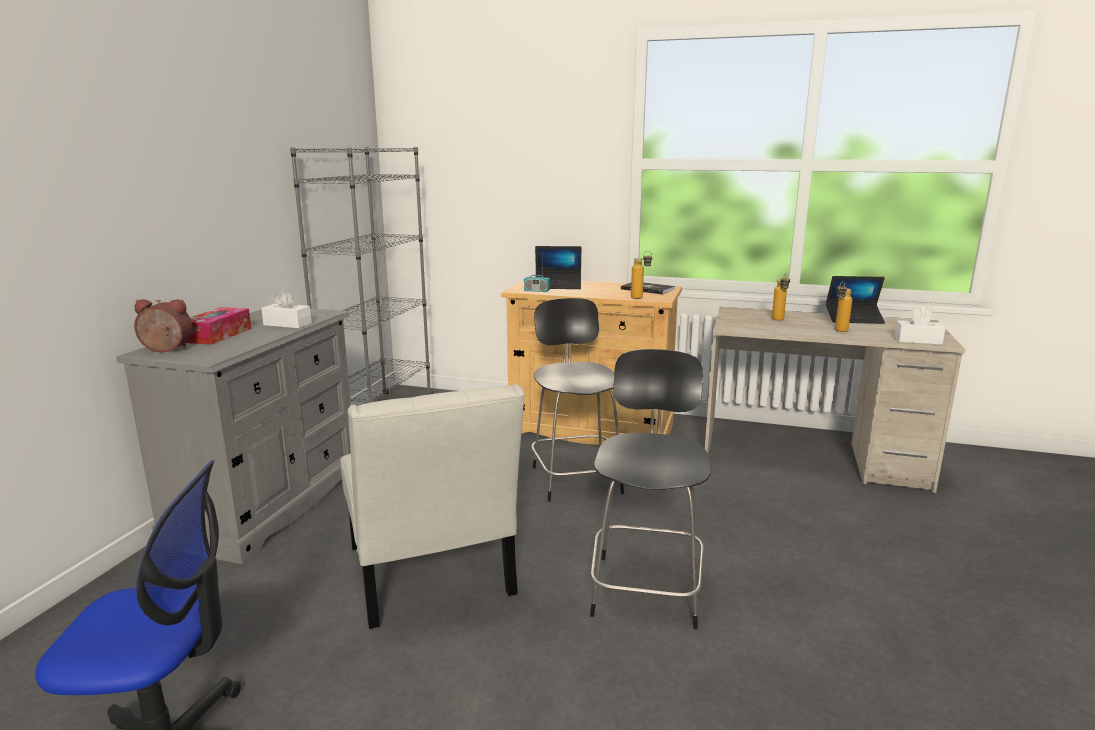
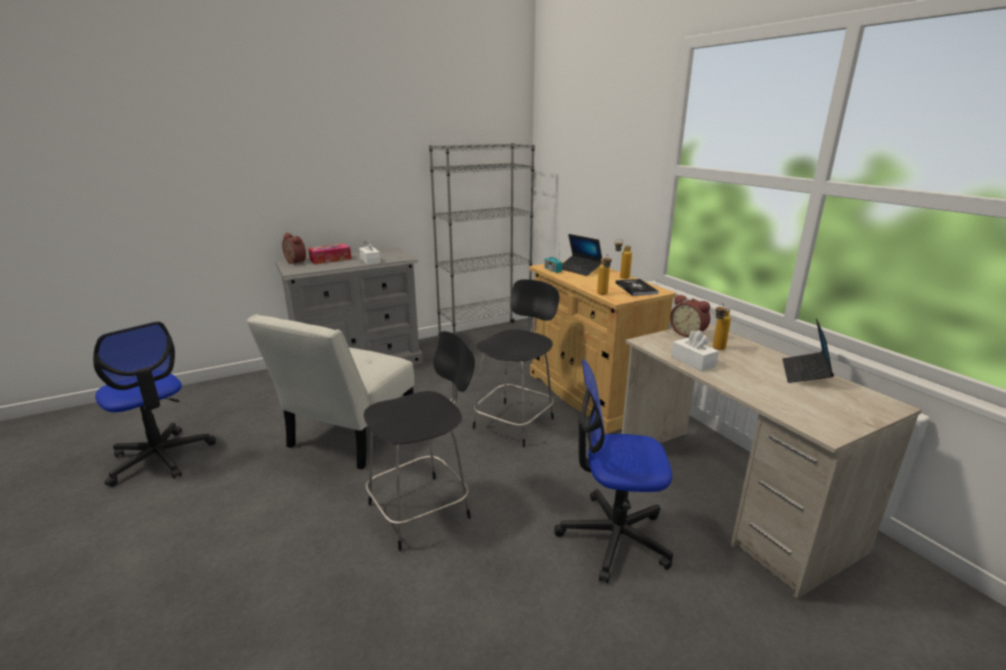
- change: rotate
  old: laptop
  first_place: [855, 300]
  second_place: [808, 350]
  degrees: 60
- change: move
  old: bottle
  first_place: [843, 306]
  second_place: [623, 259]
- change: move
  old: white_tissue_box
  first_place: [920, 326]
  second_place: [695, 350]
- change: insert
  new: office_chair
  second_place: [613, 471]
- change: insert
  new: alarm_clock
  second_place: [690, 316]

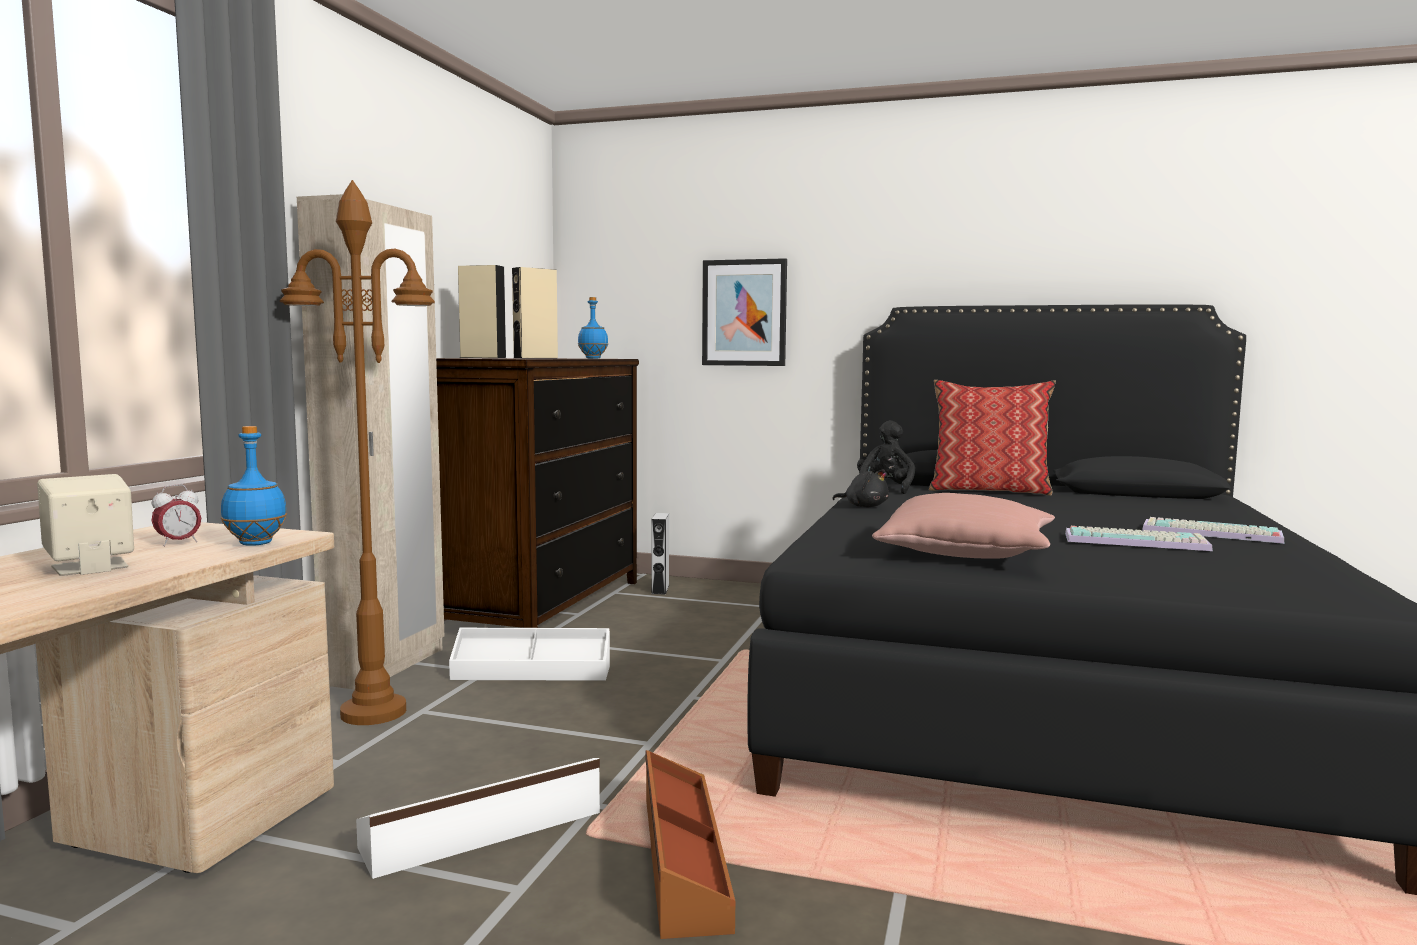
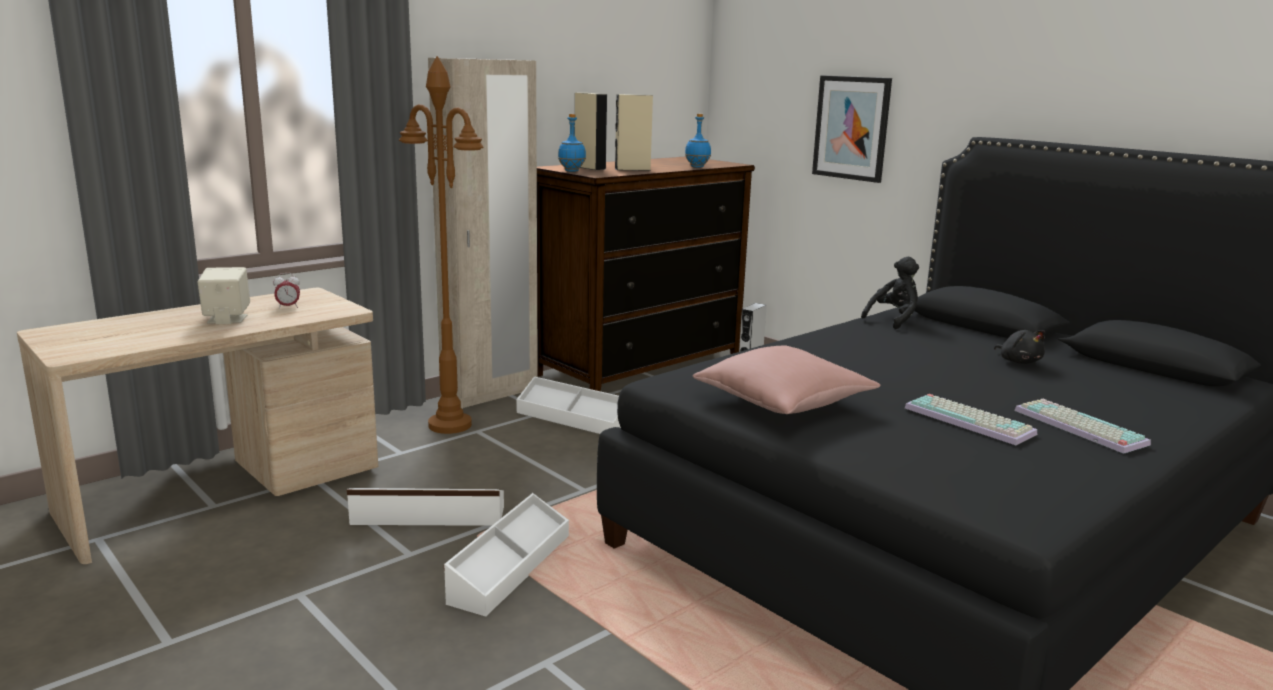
- change: move
  old: blue_bottle
  first_place: [254, 486]
  second_place: [572, 143]
- change: recolor
  old: brown_storage_box
  new: white_storage_box
  first_place: [690, 844]
  second_place: [506, 555]
- change: move
  old: black_plush_toy
  first_place: [860, 488]
  second_place: [1019, 347]
- change: delete
  old: pillow
  first_place: [992, 438]

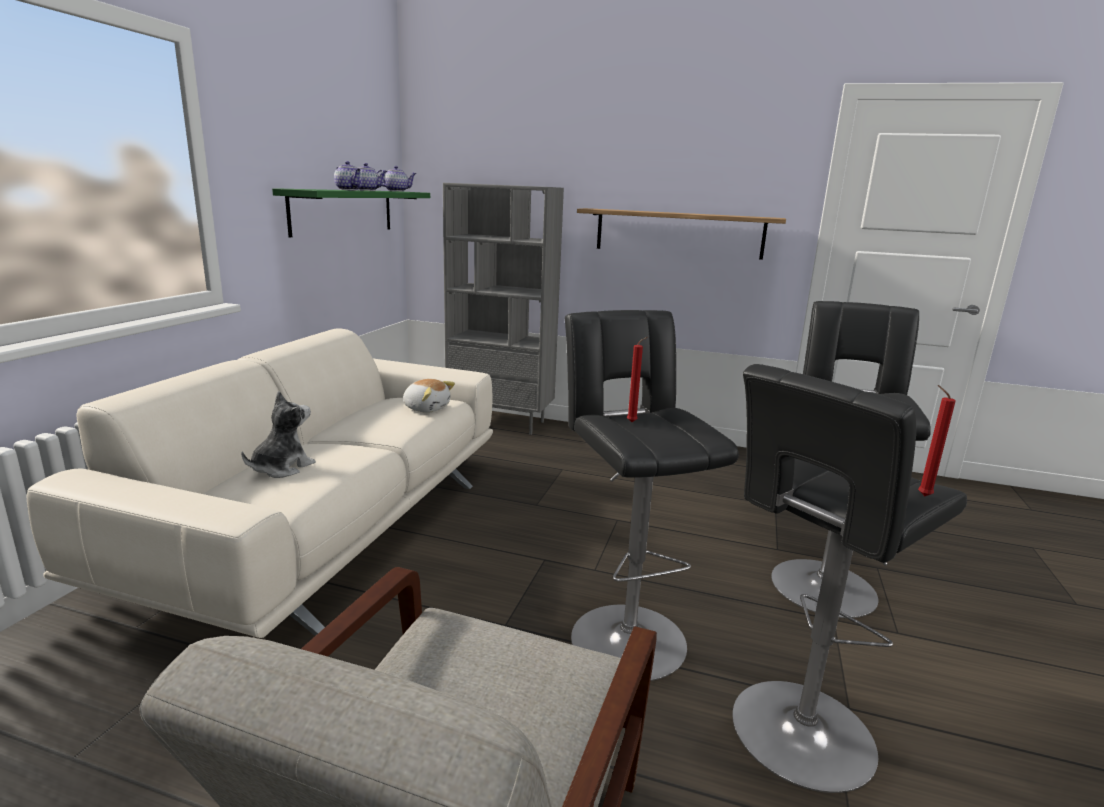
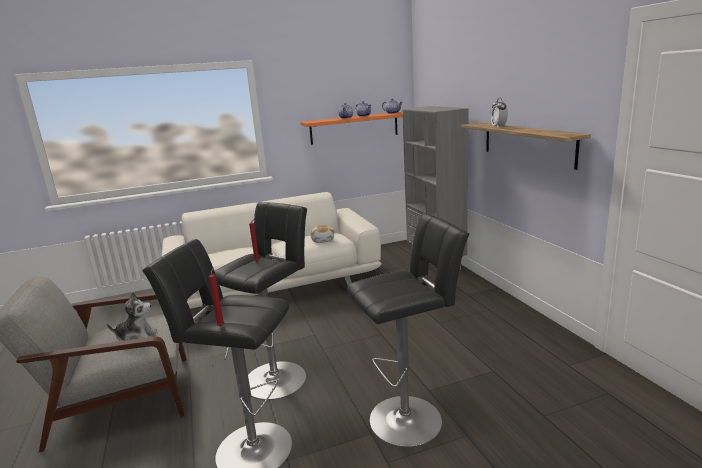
- change: move
  old: plush_toy
  first_place: [278, 434]
  second_place: [132, 316]
- change: recolor
  old: green_shelf
  new: orange_shelf
  first_place: [351, 212]
  second_place: [351, 128]
- change: insert
  new: alarm_clock
  second_place: [499, 113]

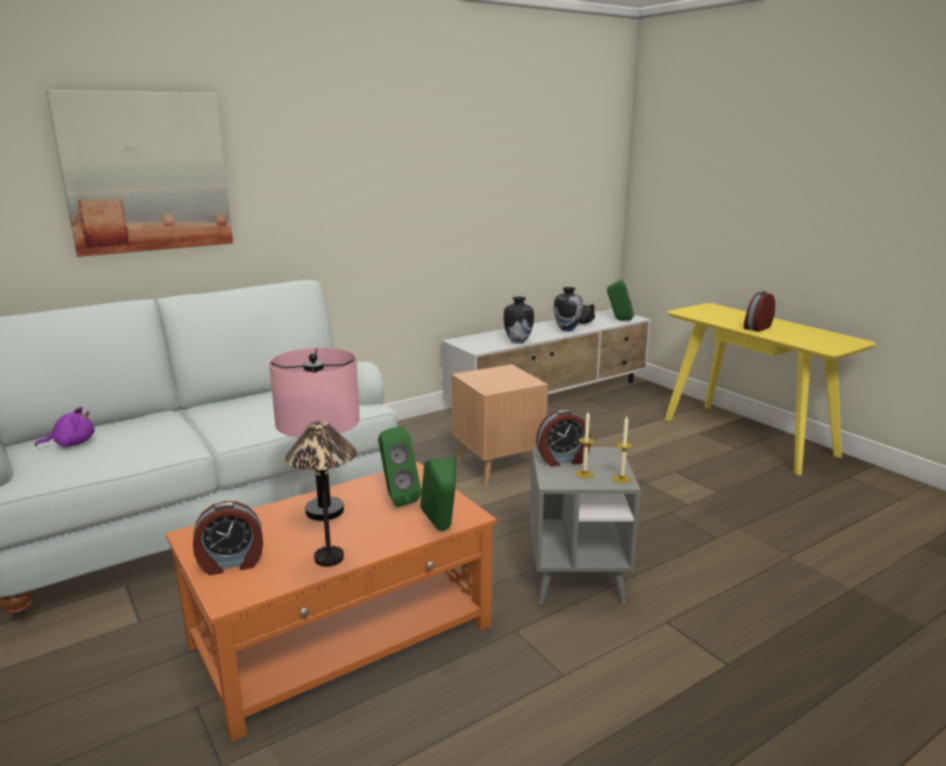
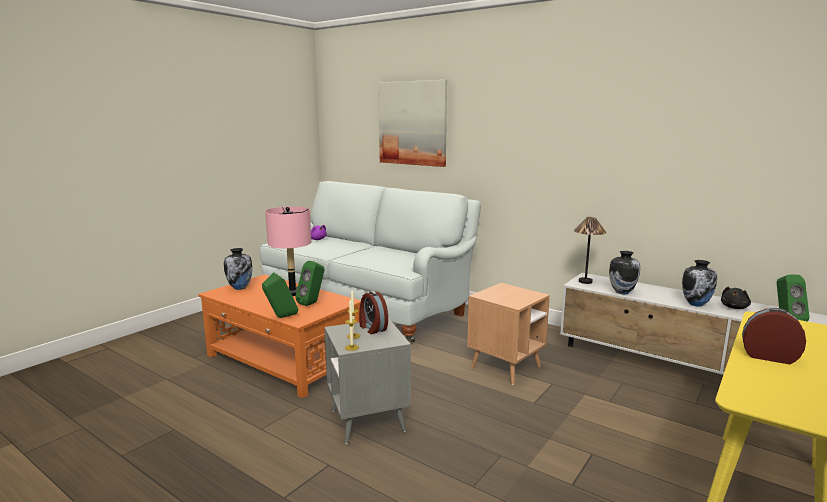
- change: replace
  old: alarm_clock
  new: vase
  first_place: [228, 538]
  second_place: [238, 269]
- change: move
  old: table_lamp
  first_place: [321, 494]
  second_place: [590, 250]

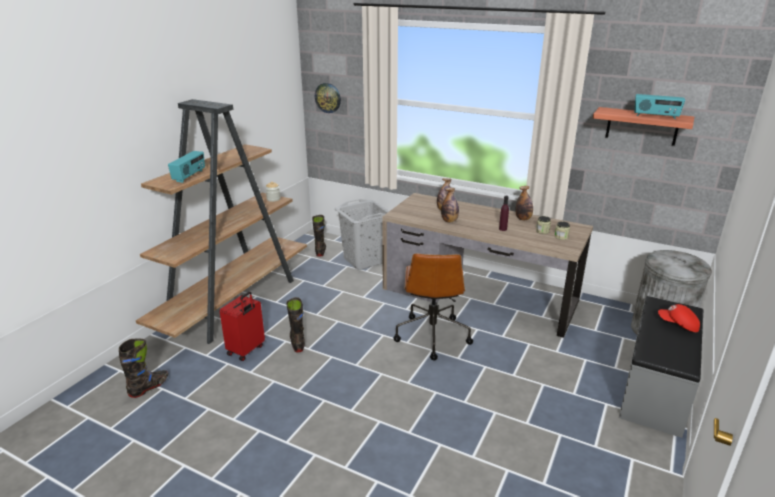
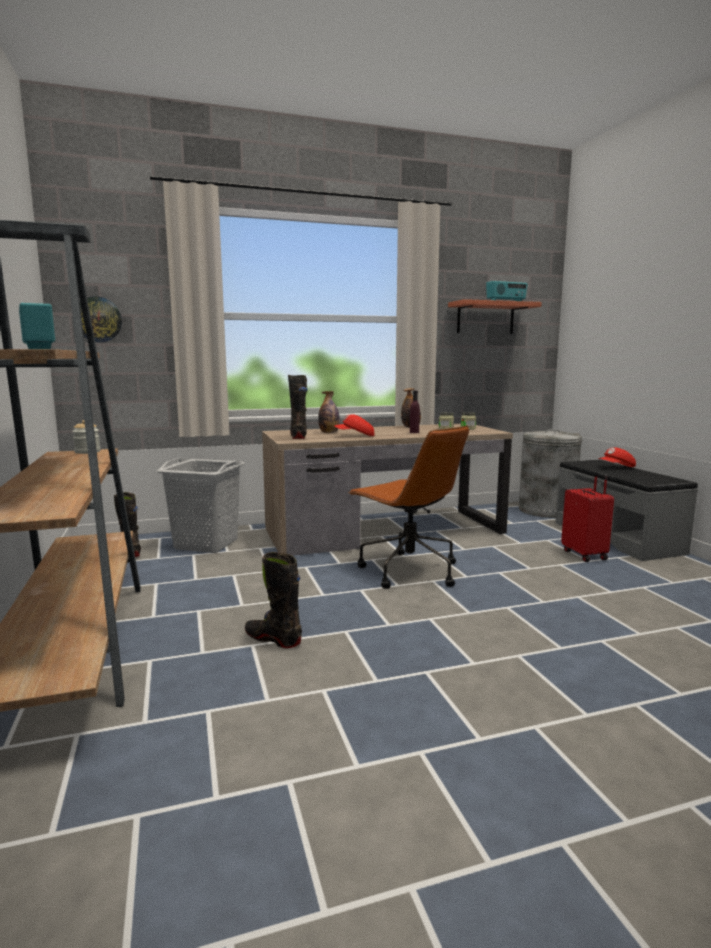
- change: move
  old: black_boot
  first_place: [143, 368]
  second_place: [298, 407]
- change: move
  old: red_suitcase
  first_place: [242, 326]
  second_place: [587, 517]
- change: replace
  old: bottle
  new: red_cap
  first_place: [450, 205]
  second_place: [354, 425]

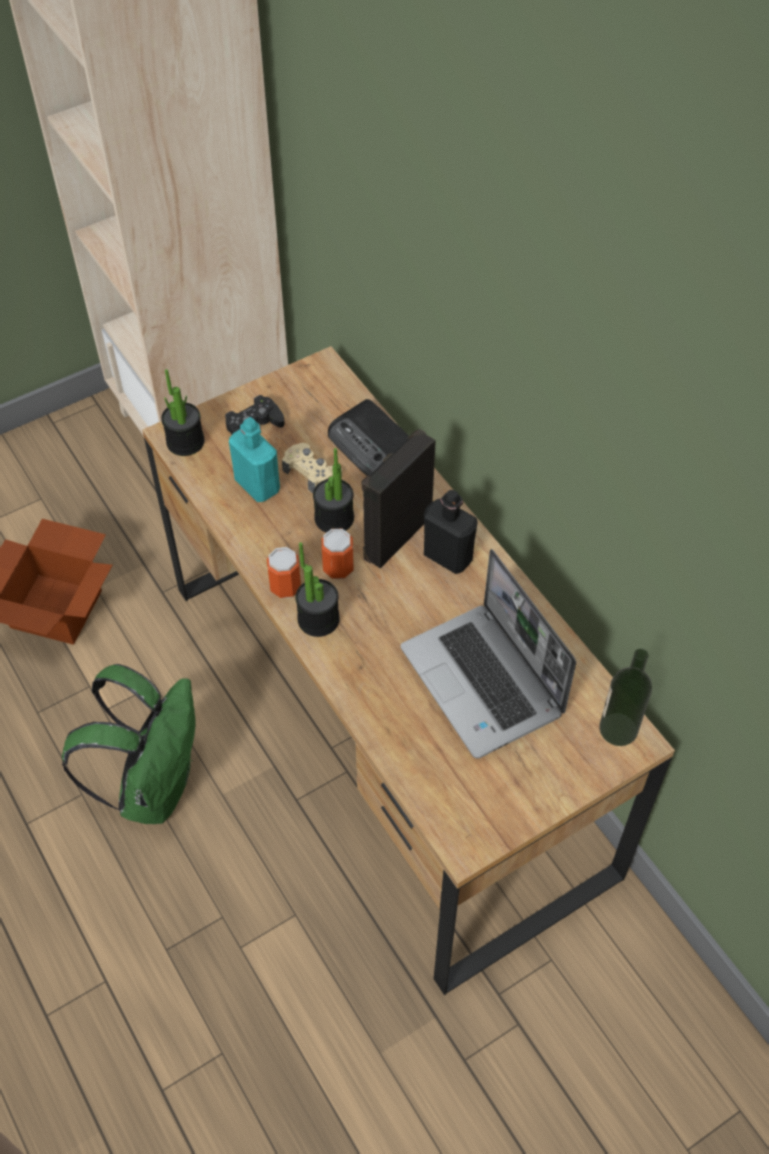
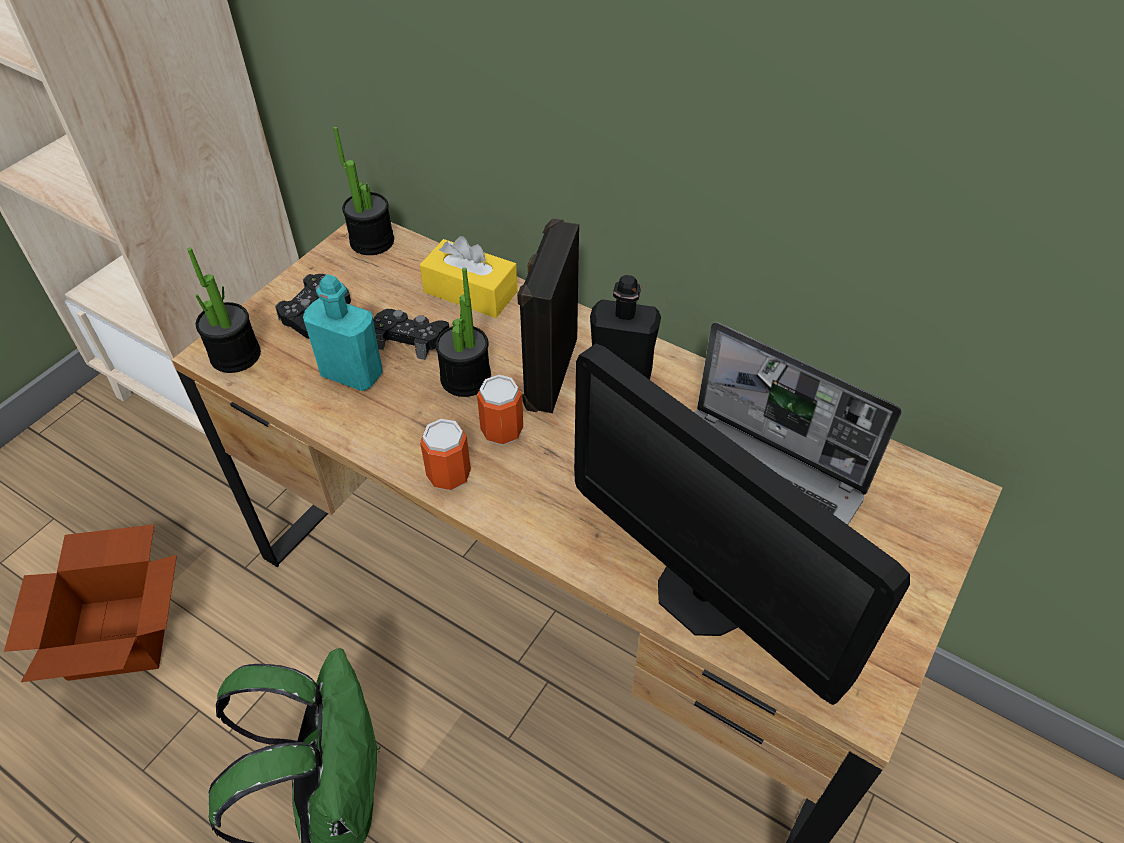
- change: recolor
  old: beige_game_controller
  new: black_game_controller
  first_place: [312, 468]
  second_place: [411, 334]
- change: move
  old: potted_plant
  first_place: [317, 589]
  second_place: [364, 191]
- change: replace
  old: radio
  new: yellow_tissue_box
  first_place: [368, 437]
  second_place: [469, 277]
- change: delete
  old: bottle
  first_place: [625, 697]
- change: insert
  new: monitor
  second_place: [742, 524]

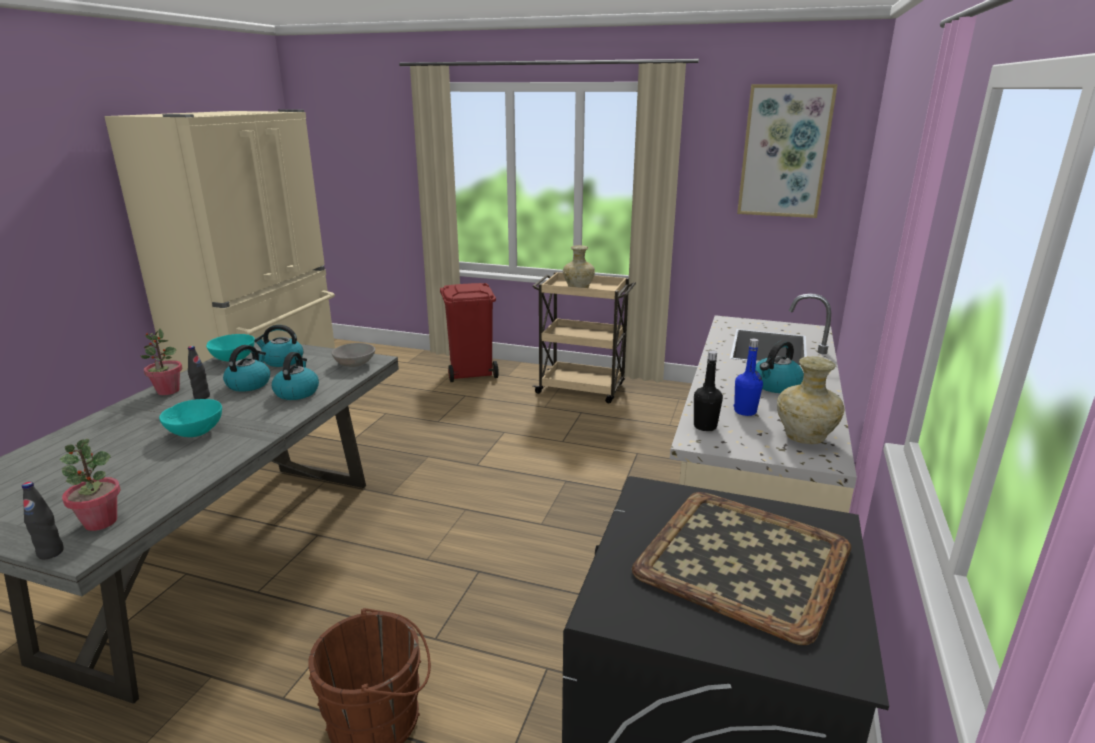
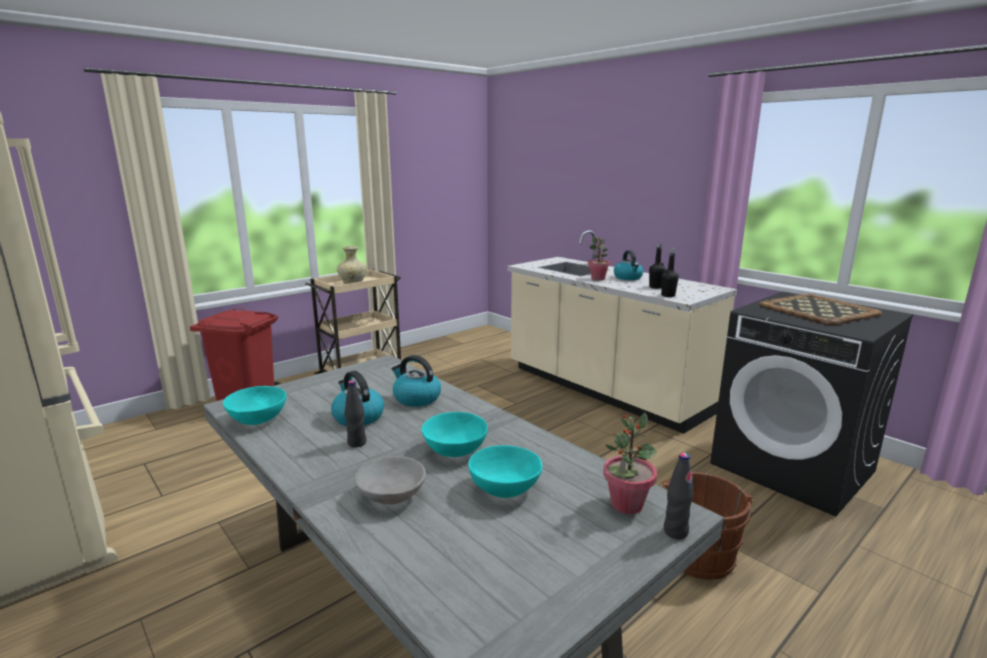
- change: move
  old: potted_plant
  first_place: [161, 362]
  second_place: [599, 259]
- change: delete
  old: kettle
  first_place: [278, 346]
- change: move
  old: grey_bowl
  first_place: [353, 355]
  second_place: [390, 480]
- change: recolor
  old: blue_bottle
  new: black_bottle
  first_place: [748, 377]
  second_place: [657, 266]
- change: delete
  old: picture
  first_place: [787, 151]
- change: delete
  old: beige_vase
  first_place: [810, 400]
- change: insert
  new: turquoise_bowl
  second_place: [505, 471]

